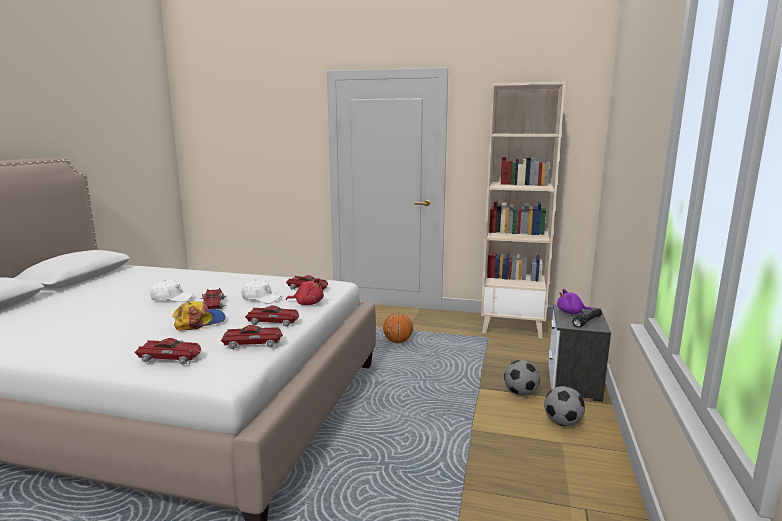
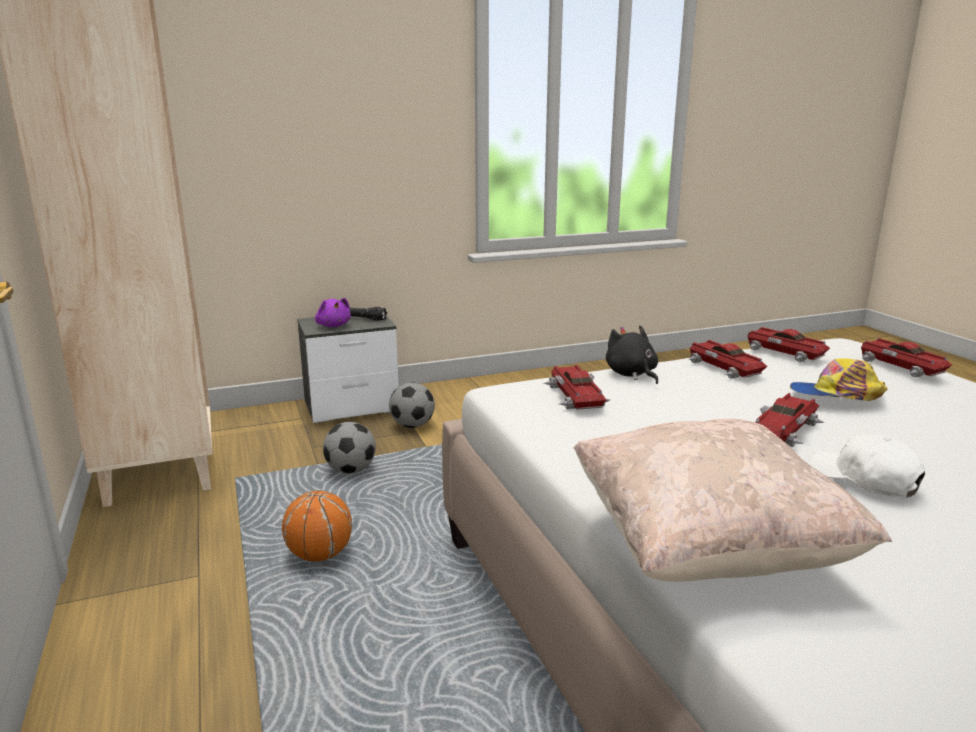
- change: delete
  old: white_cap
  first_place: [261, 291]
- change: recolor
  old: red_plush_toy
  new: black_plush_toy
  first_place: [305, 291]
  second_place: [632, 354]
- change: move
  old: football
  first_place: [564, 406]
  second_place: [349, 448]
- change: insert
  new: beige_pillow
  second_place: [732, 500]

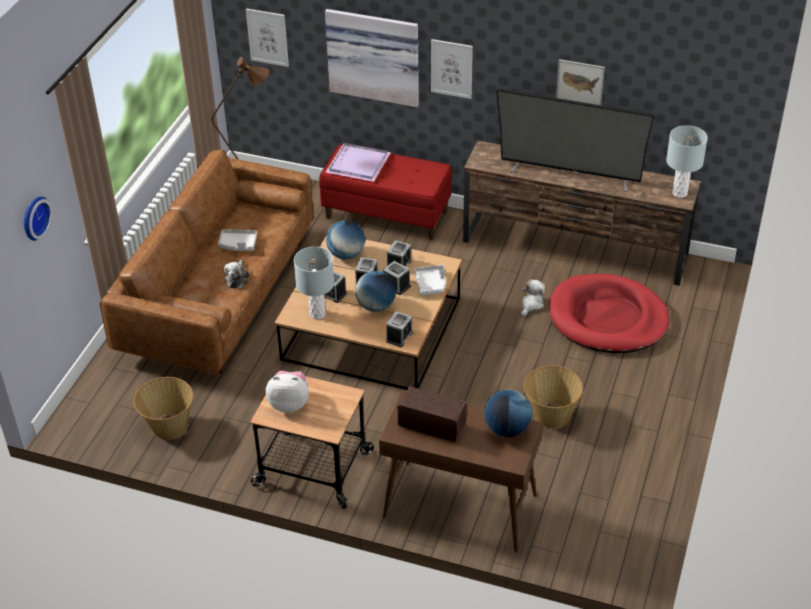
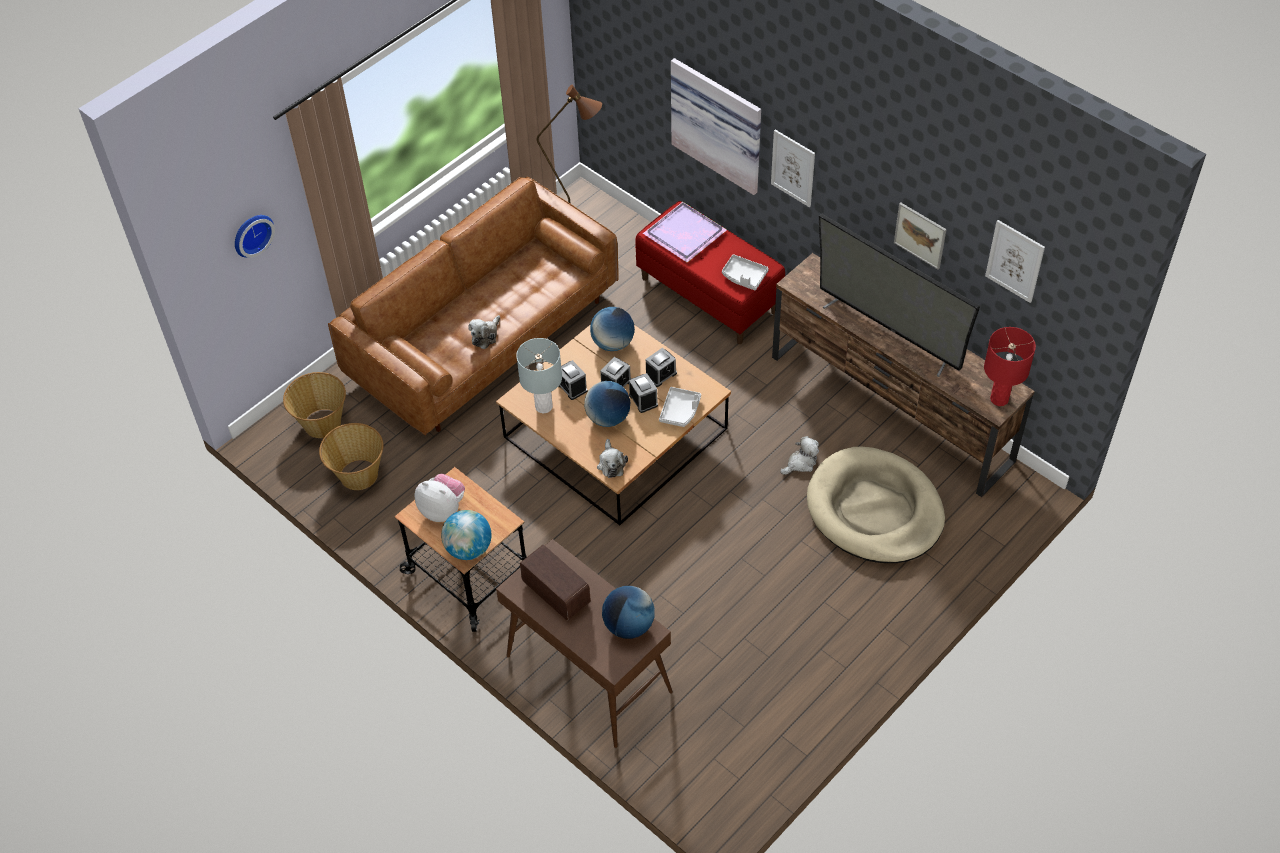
- change: move
  old: grey_tray
  first_place: [237, 240]
  second_place: [745, 272]
- change: move
  old: picture
  first_place: [267, 37]
  second_place: [1015, 261]
- change: replace
  old: alarm_clock
  new: plush_toy
  first_place: [399, 329]
  second_place: [612, 458]
- change: move
  old: basket
  first_place: [553, 397]
  second_place: [314, 405]
- change: recolor
  old: red_dog_bed
  new: beige_dog_bed
  first_place: [610, 313]
  second_place: [876, 505]
- change: recolor
  old: grey_table_lamp
  new: red_table_lamp
  first_place: [687, 161]
  second_place: [1010, 366]
- change: insert
  new: globe
  second_place: [466, 535]

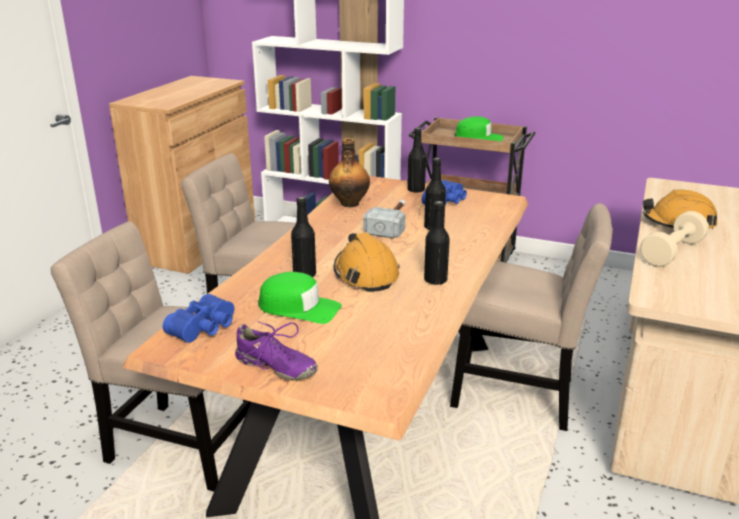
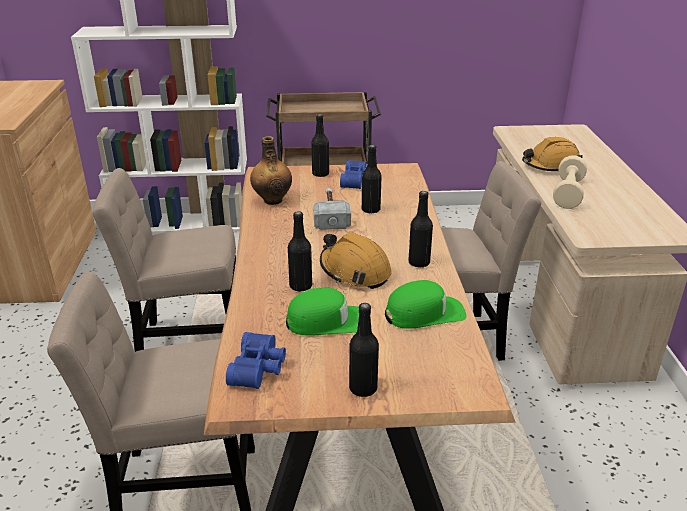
- change: replace
  old: purple_shoe
  new: black_bottle
  first_place: [276, 350]
  second_place: [364, 350]
- change: move
  old: green_cap
  first_place: [479, 128]
  second_place: [425, 304]

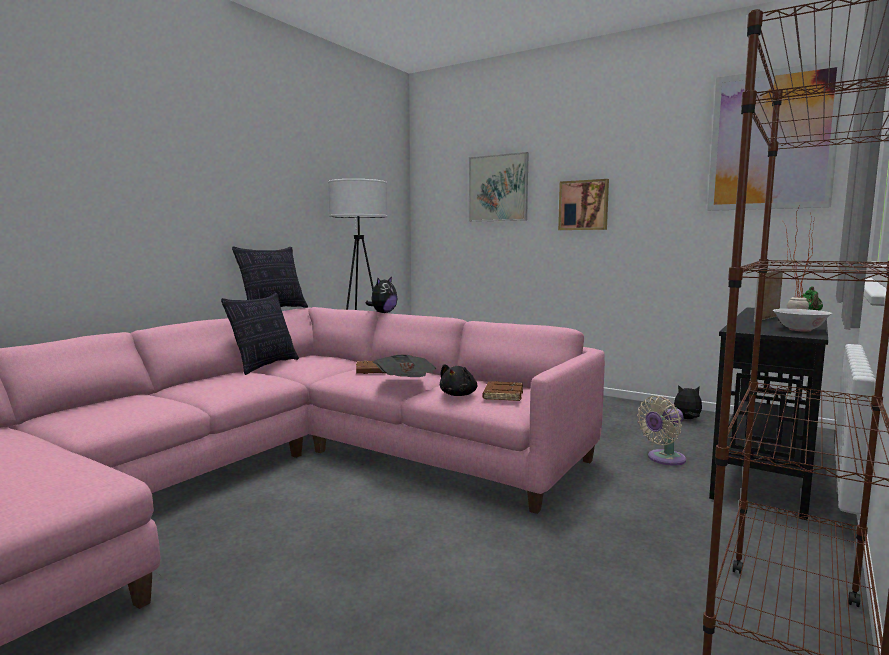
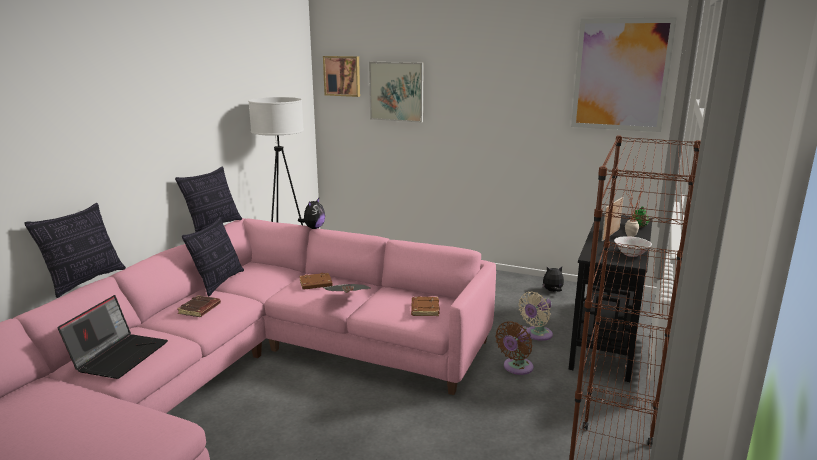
- change: delete
  old: black_plush_toy
  first_place: [458, 380]
- change: move
  old: picture
  first_place: [583, 204]
  second_place: [341, 76]
- change: insert
  new: pillow
  second_place: [75, 250]
- change: insert
  new: laptop
  second_place: [113, 337]
- change: insert
  new: brown_book
  second_place: [199, 306]
- change: insert
  new: brown_fan
  second_place: [514, 348]

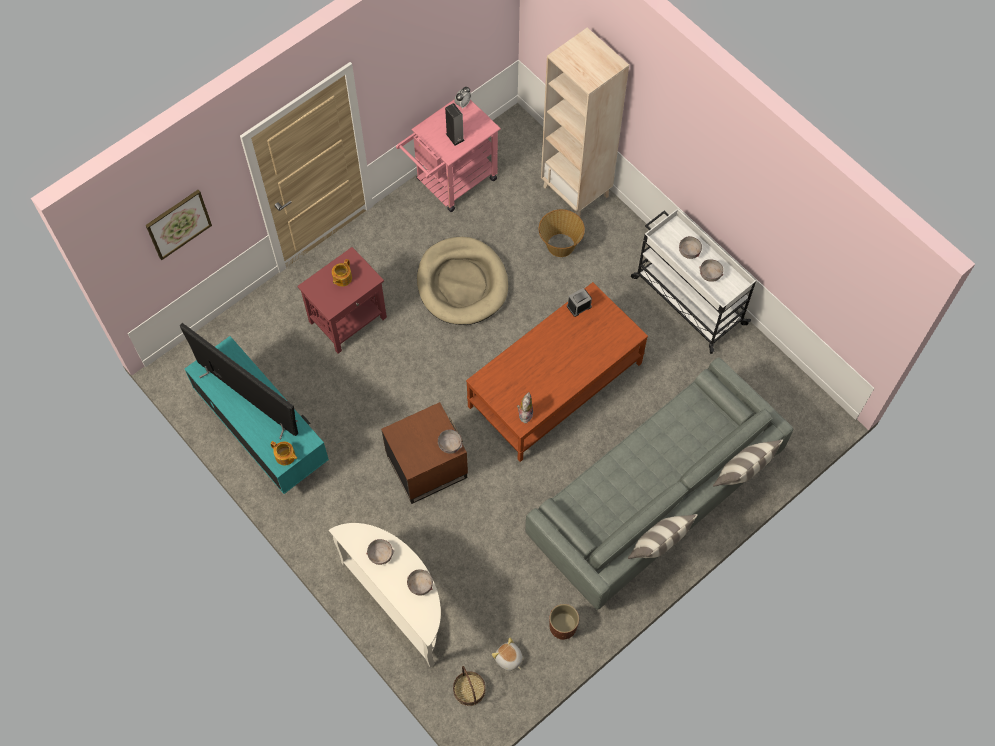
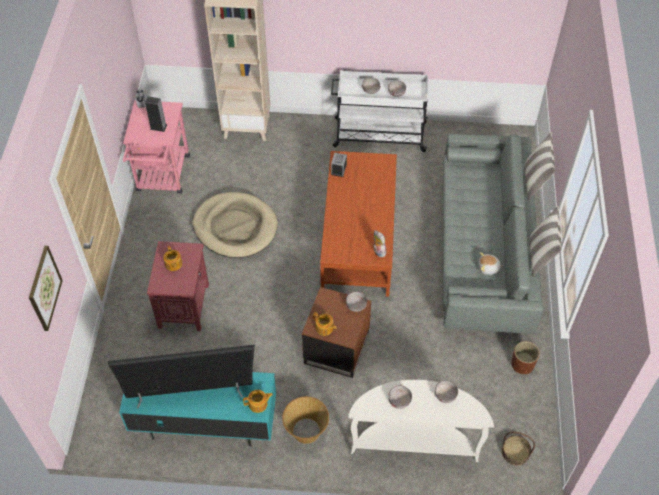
- change: move
  old: plush_toy
  first_place: [507, 654]
  second_place: [491, 263]
- change: move
  old: basket
  first_place: [562, 233]
  second_place: [305, 420]
- change: insert
  new: teapot
  second_place: [325, 324]

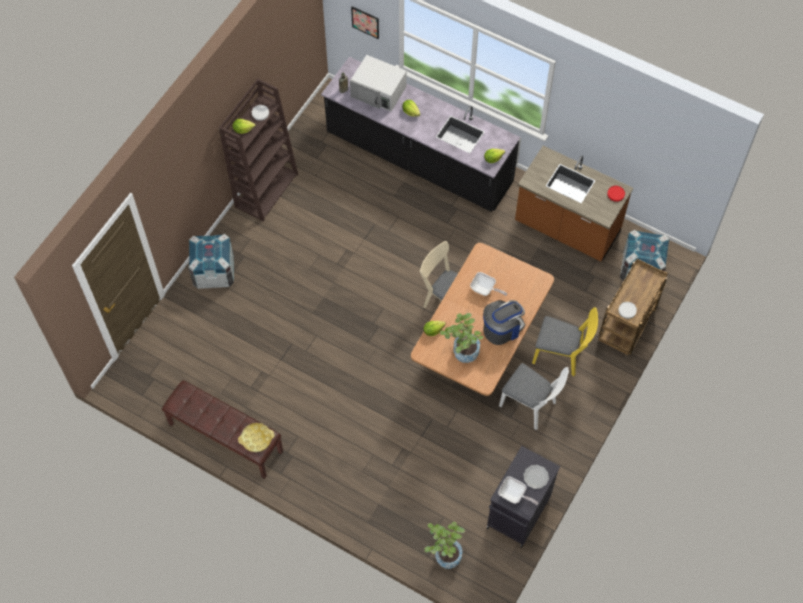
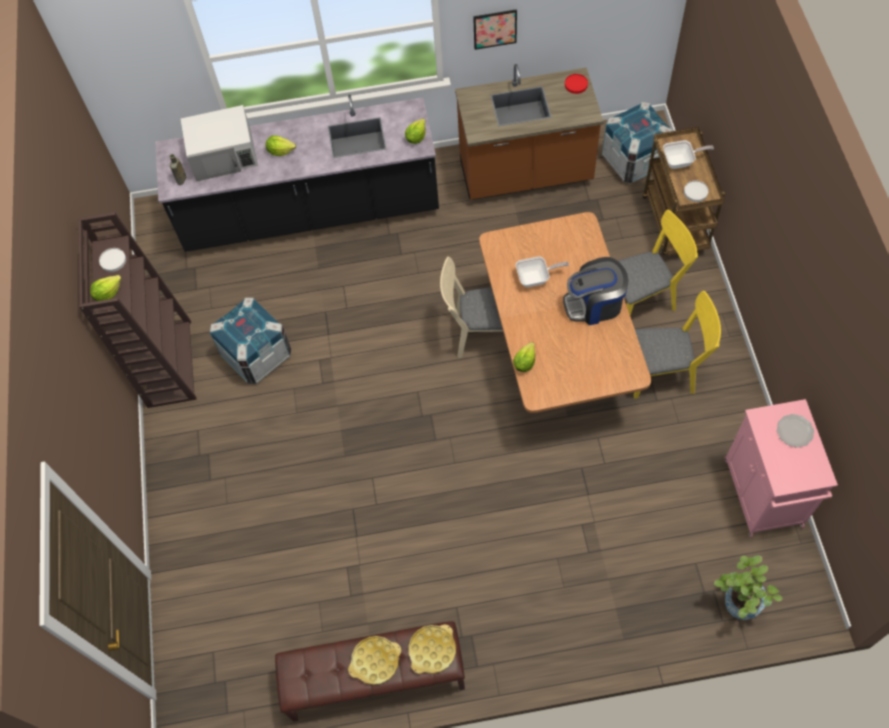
- change: move
  old: crate
  first_place: [211, 261]
  second_place: [250, 341]
- change: move
  old: picture
  first_place: [365, 22]
  second_place: [495, 29]
- change: delete
  old: potted_plant
  first_place: [461, 338]
- change: rotate
  old: coffee_machine
  first_place: [504, 322]
  second_place: [595, 291]
  degrees: -120
- change: recolor
  old: black_cabinet
  new: pink_cabinet
  first_place: [524, 497]
  second_place: [781, 468]
- change: move
  old: frying_pan
  first_place: [518, 490]
  second_place: [688, 154]
- change: recolor
  old: white_chair
  new: yellow_chair
  first_place: [534, 396]
  second_place: [677, 345]
- change: insert
  new: yellow_tray
  second_place: [374, 660]

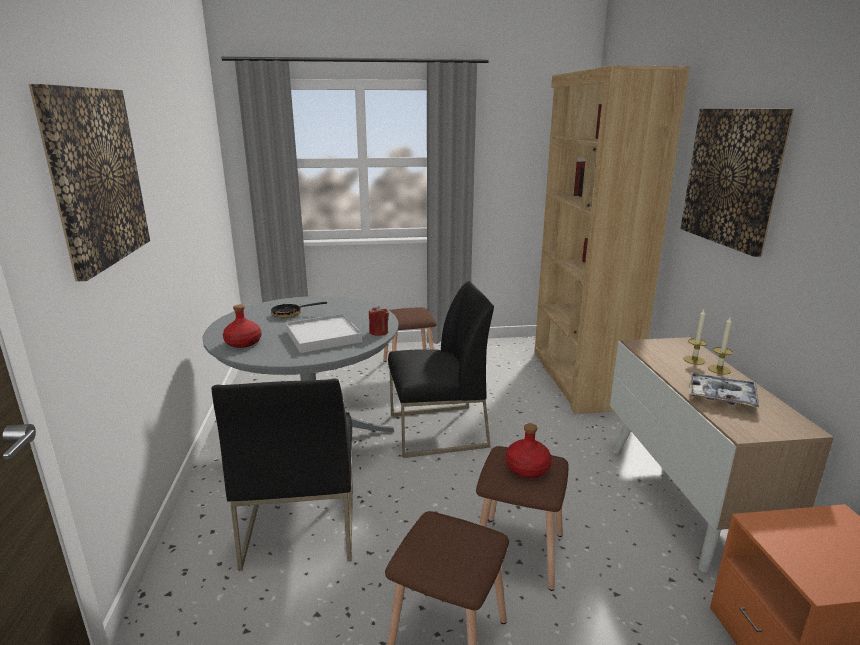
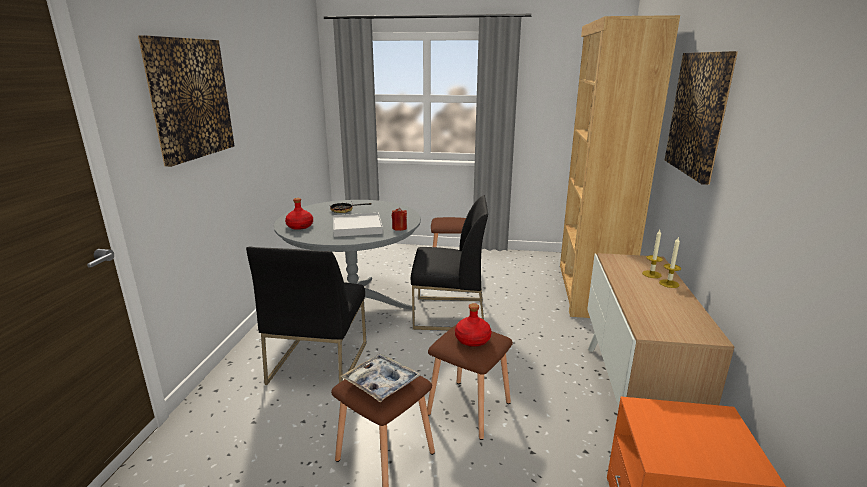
- change: move
  old: tray
  first_place: [723, 390]
  second_place: [380, 378]

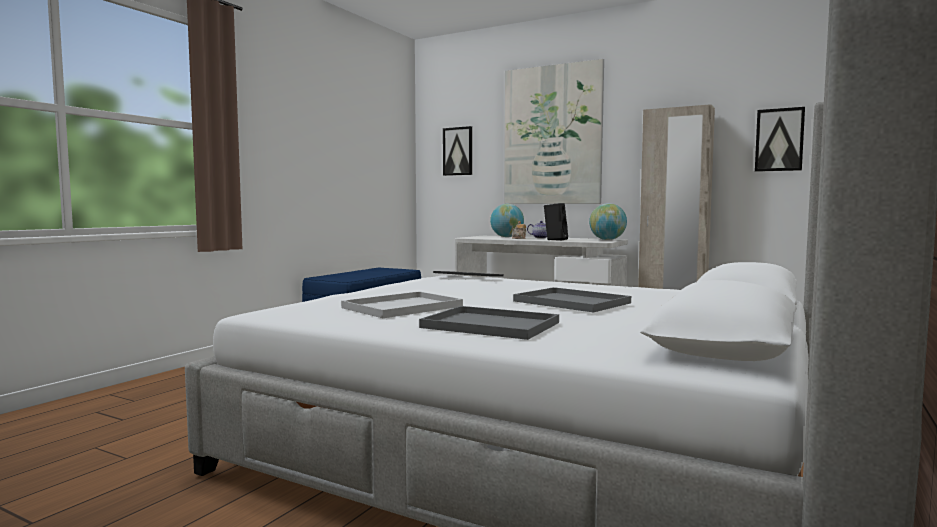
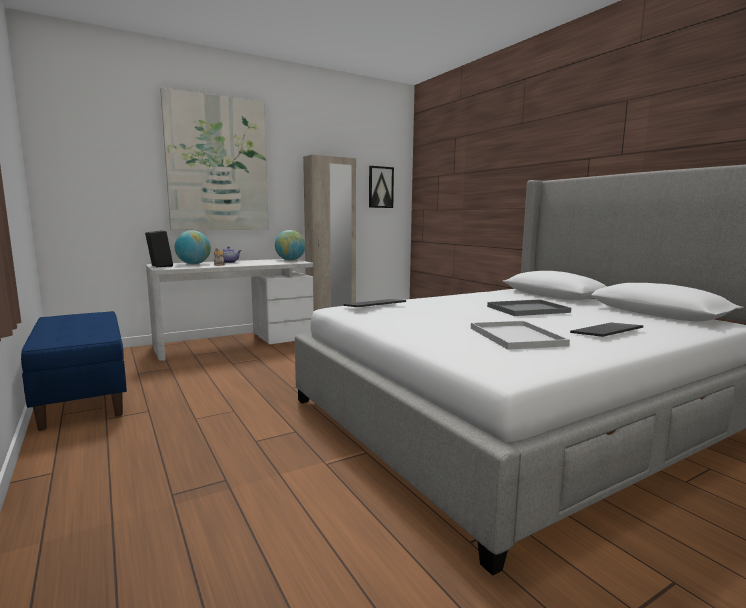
- change: replace
  old: grey_tray
  new: keyboard
  first_place: [489, 323]
  second_place: [606, 330]
- change: delete
  old: picture
  first_place: [457, 151]
- change: move
  old: black_speaker
  first_place: [556, 221]
  second_place: [159, 249]

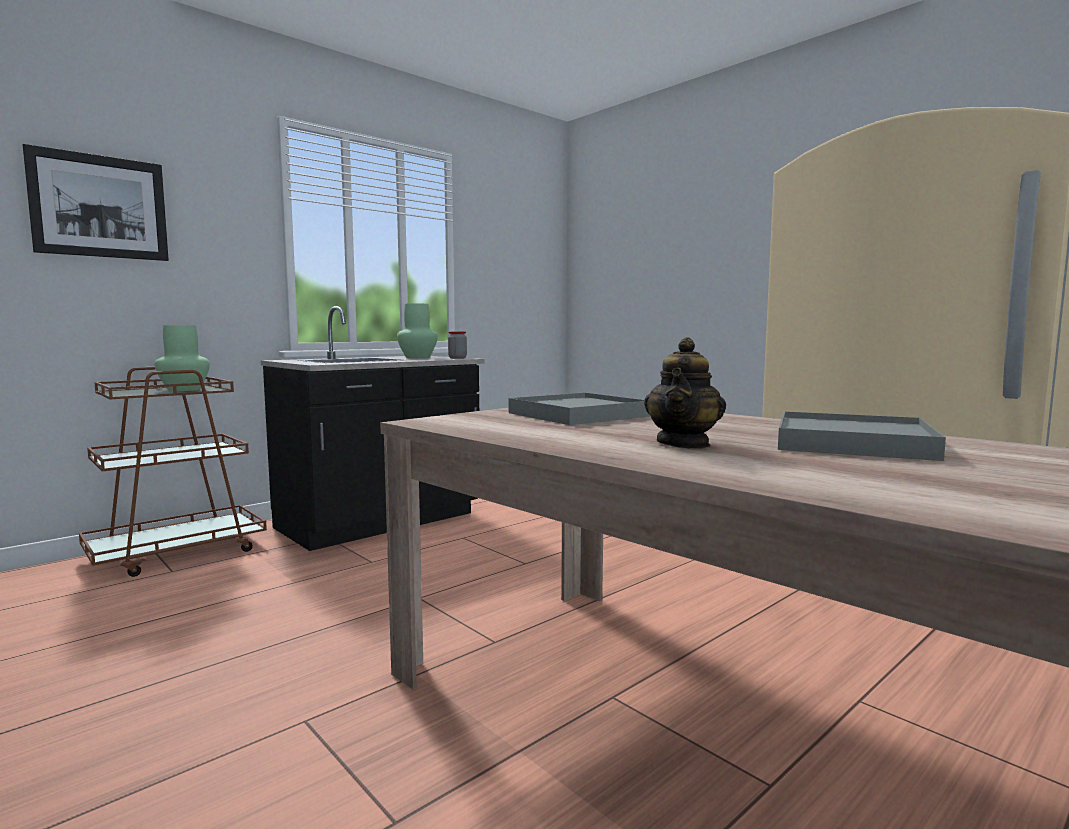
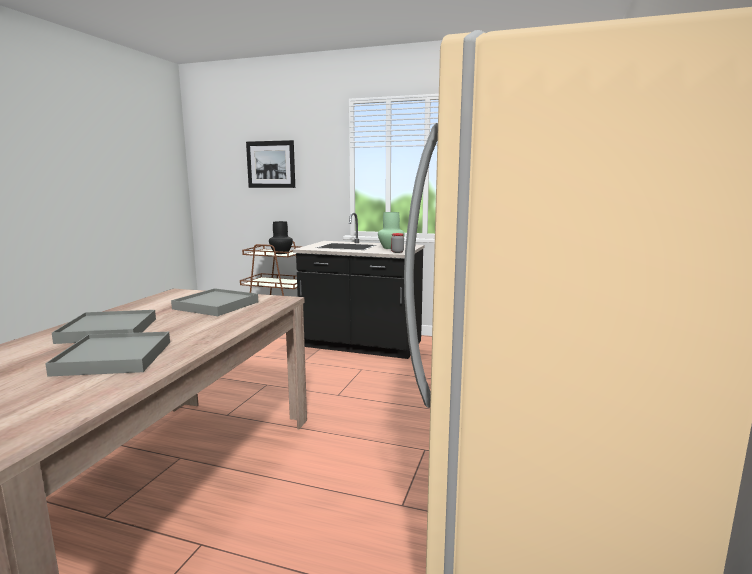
- change: recolor
  old: green_vase
  new: black_vase
  first_place: [182, 358]
  second_place: [281, 237]
- change: replace
  old: teapot
  new: grey_tray
  first_place: [685, 393]
  second_place: [104, 327]

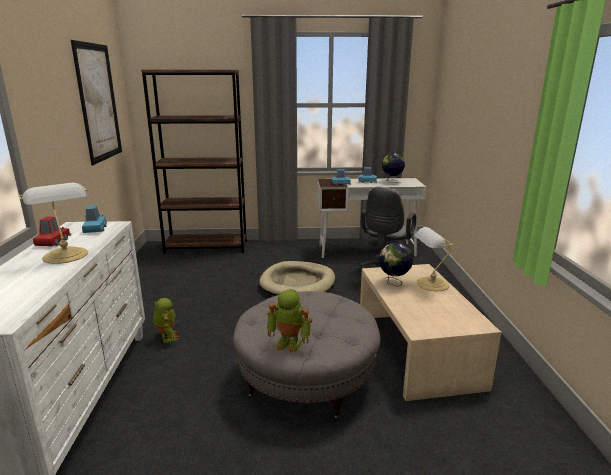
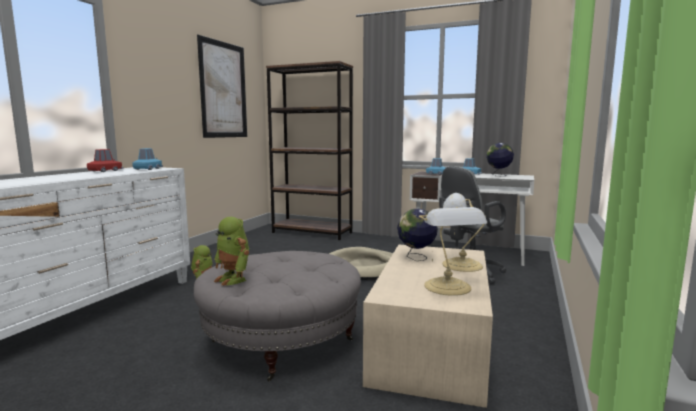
- change: move
  old: table_lamp
  first_place: [53, 223]
  second_place: [453, 251]

